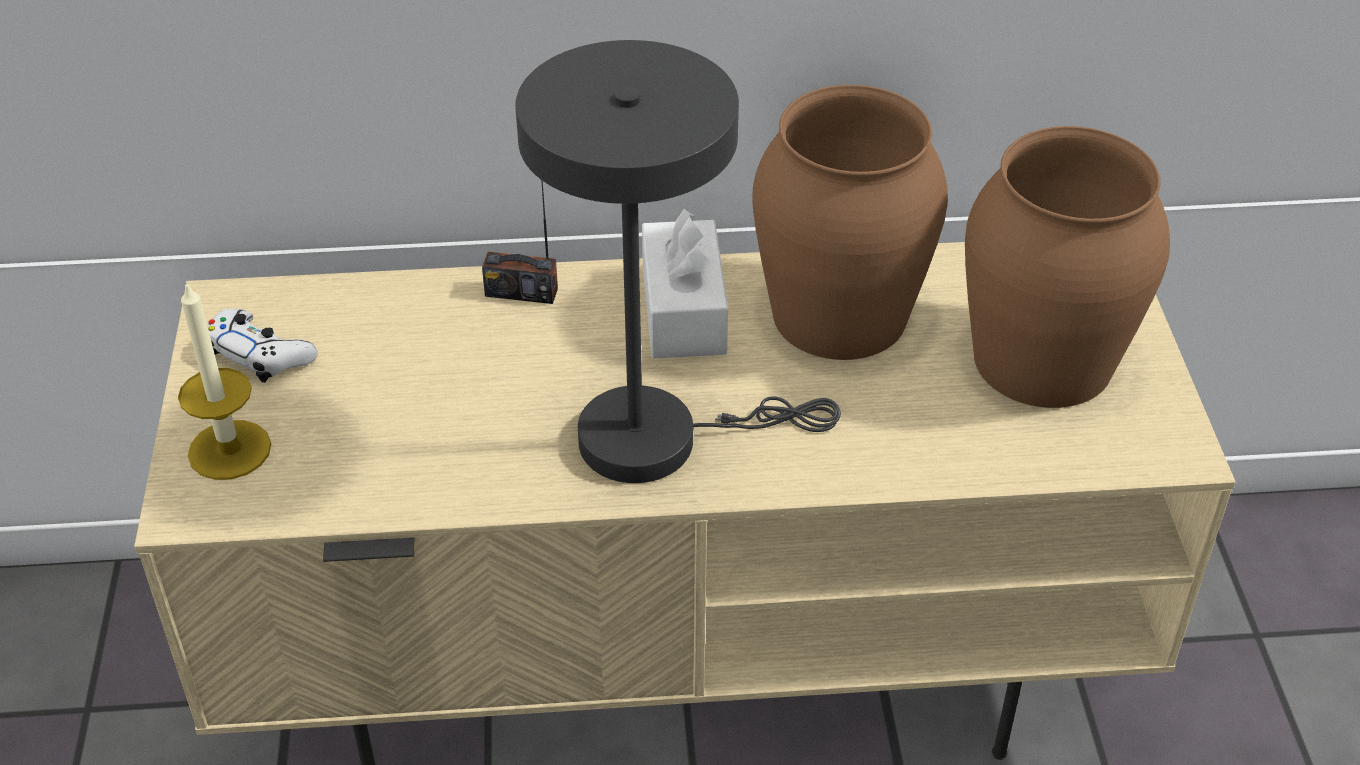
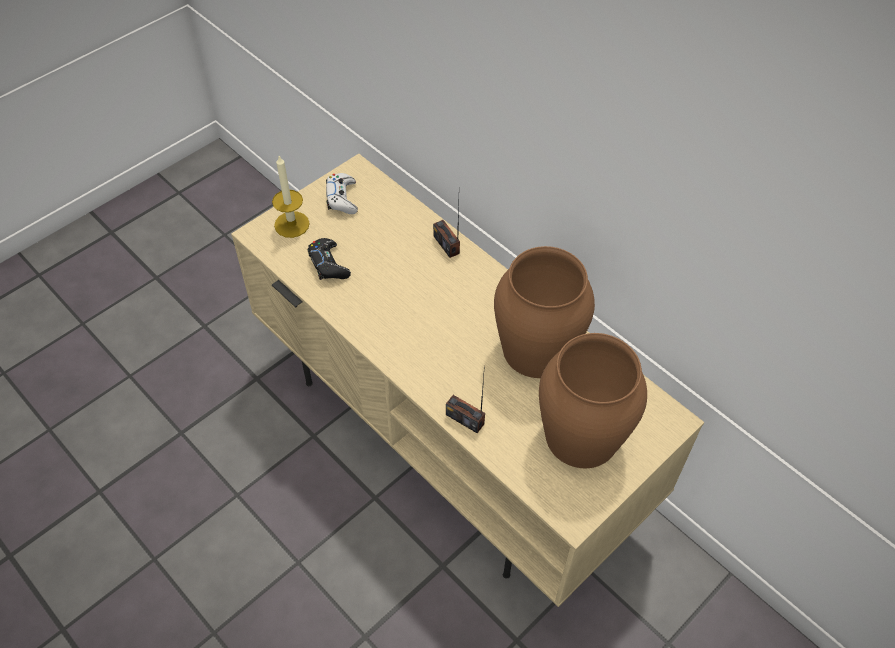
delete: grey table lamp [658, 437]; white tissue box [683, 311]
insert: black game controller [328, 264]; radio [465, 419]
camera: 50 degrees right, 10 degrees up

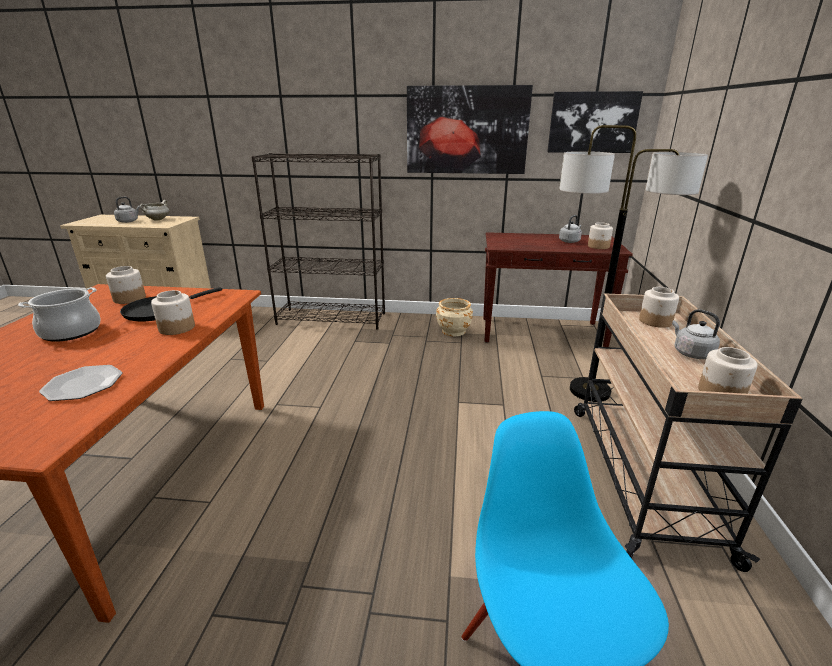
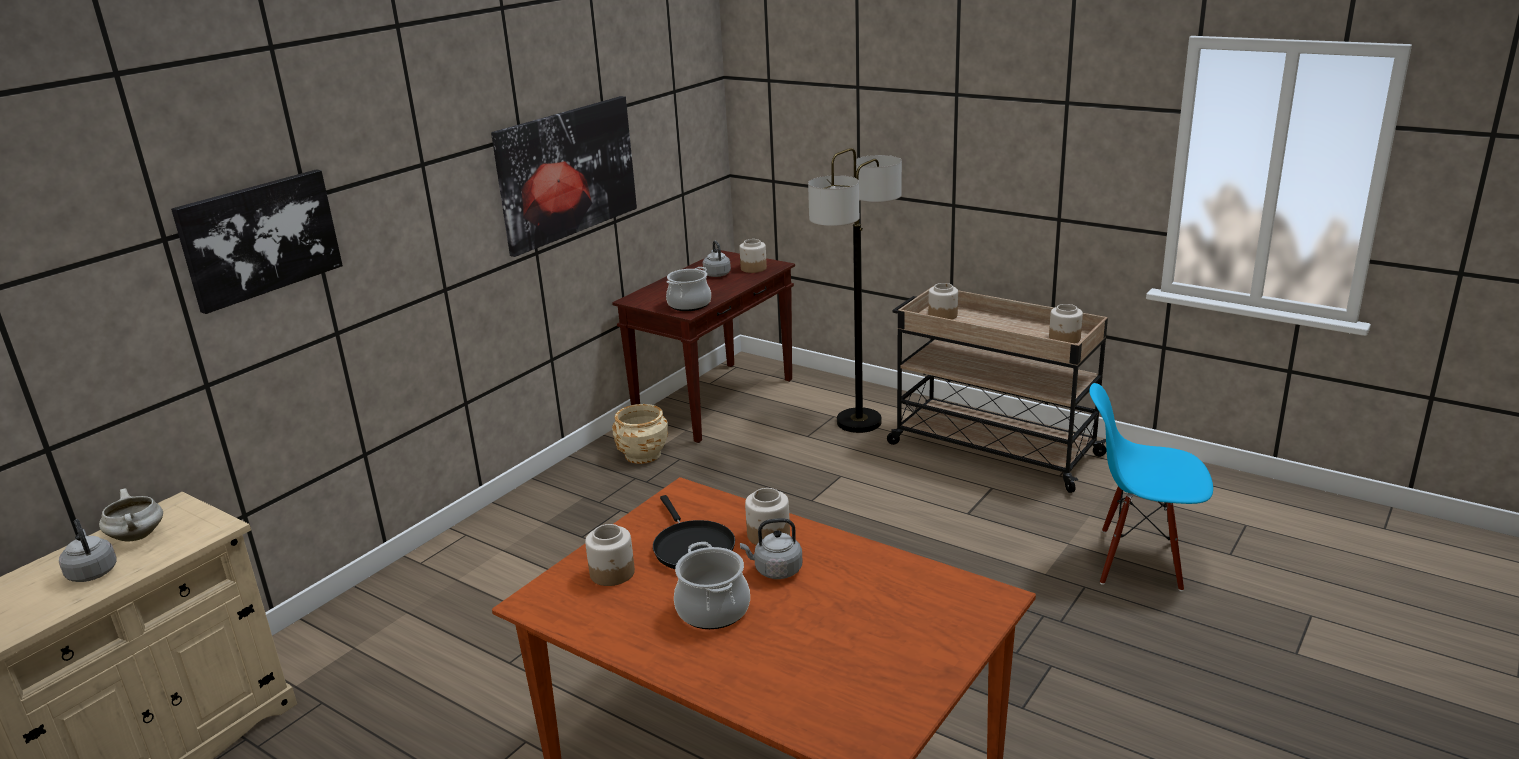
delete: plate [83, 384]; black bookcase [332, 319]
insert: cooking pot [689, 304]
move: picture [592, 122] to [260, 238]; grey kettle [691, 353] to [775, 570]
camera: 60 degrees left, 0 degrees up

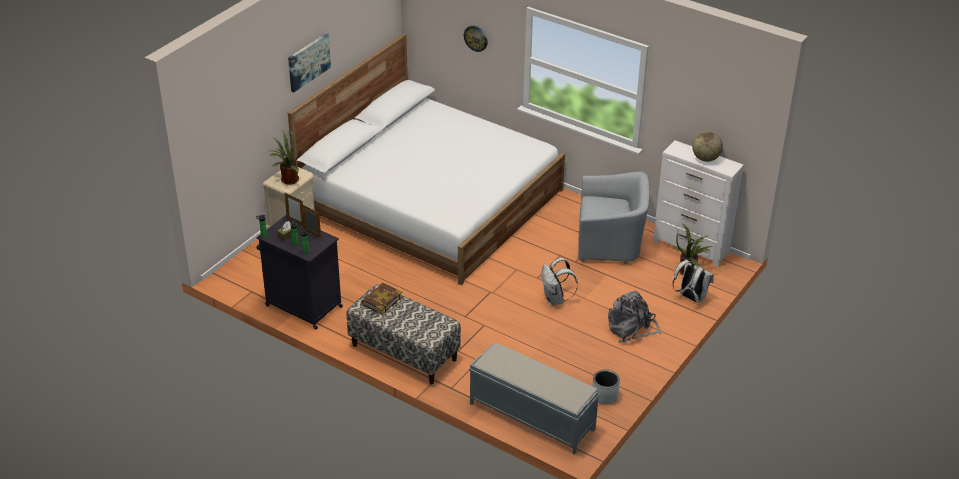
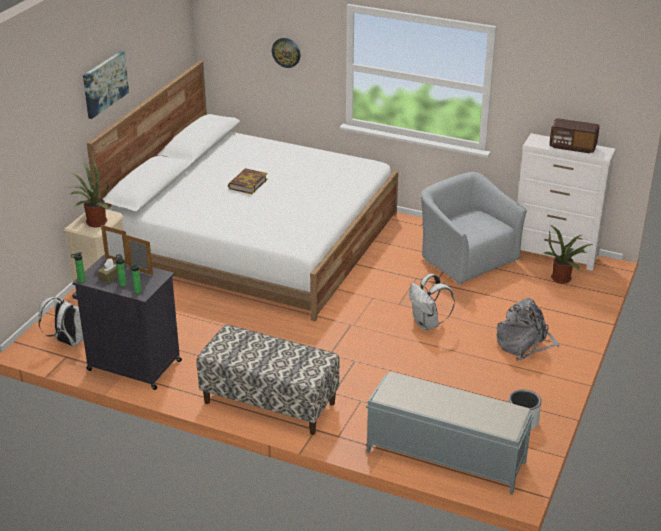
move: book [381, 300] to [247, 184]; white backpack [690, 297] to [68, 342]
replace: globe [706, 158] to radio [572, 147]
rotate: grey armchair [610, 242] = [466, 259] 120 degrees counterclockwise
camera: 10 degrees left, 5 degrees down

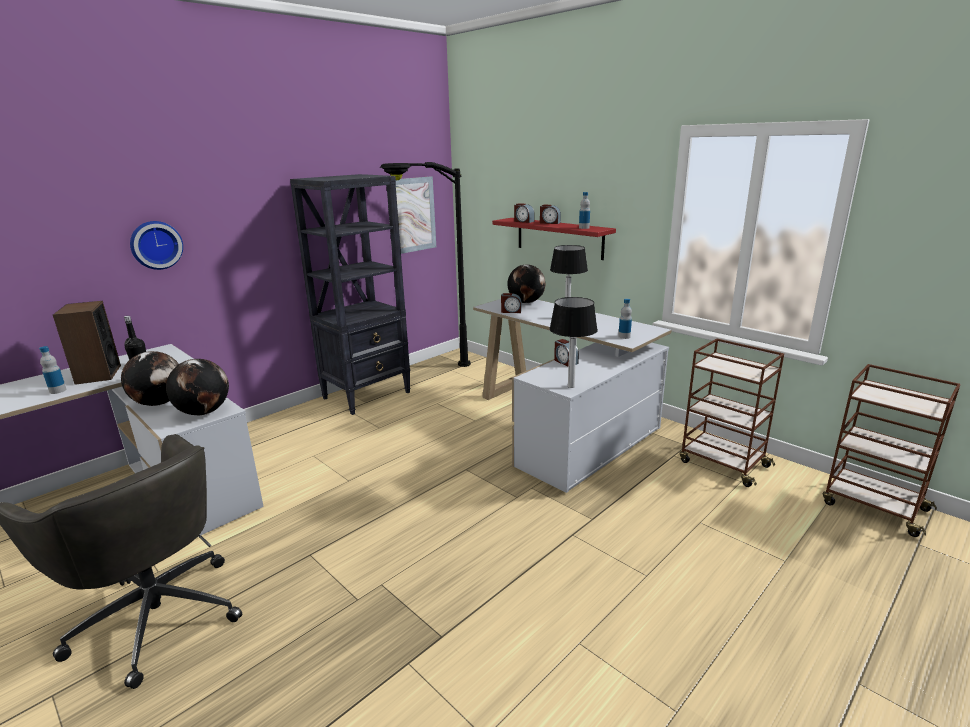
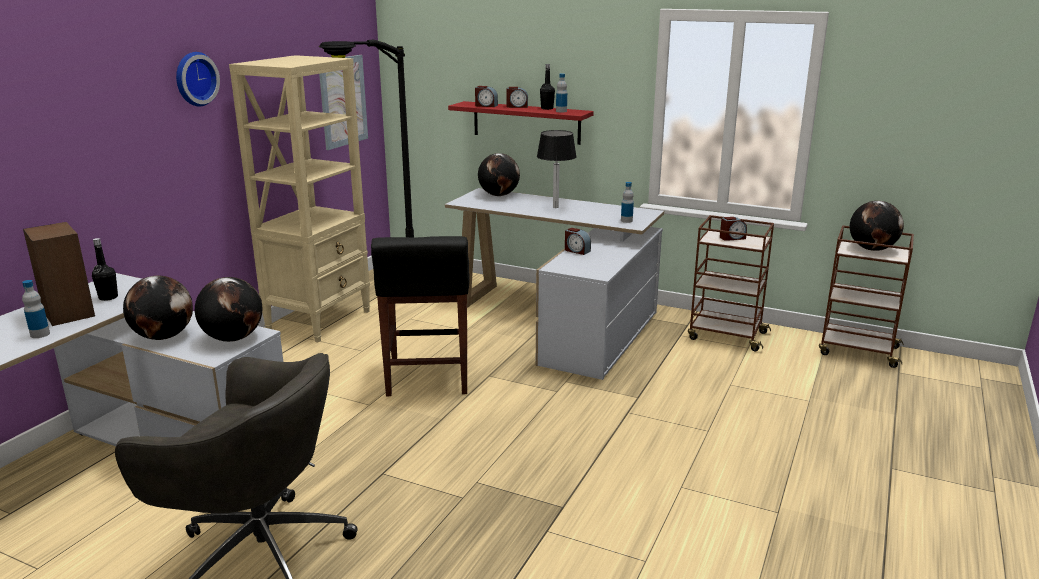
delete: table lamp [571, 386]
insert: black stool [428, 379]; black bottle [547, 108]; globe [872, 249]
move: wall clock [155, 245] to [194, 79]; alarm clock [511, 311] to [732, 238]
recolor: black bookcase [367, 395] to beige bookcase [320, 320]
camera: 20 degrees left, 0 degrees up

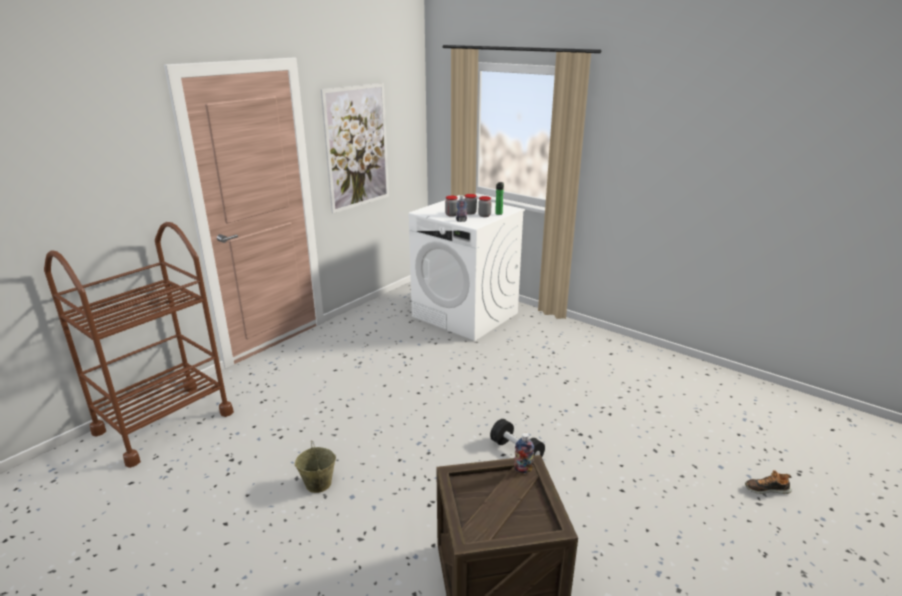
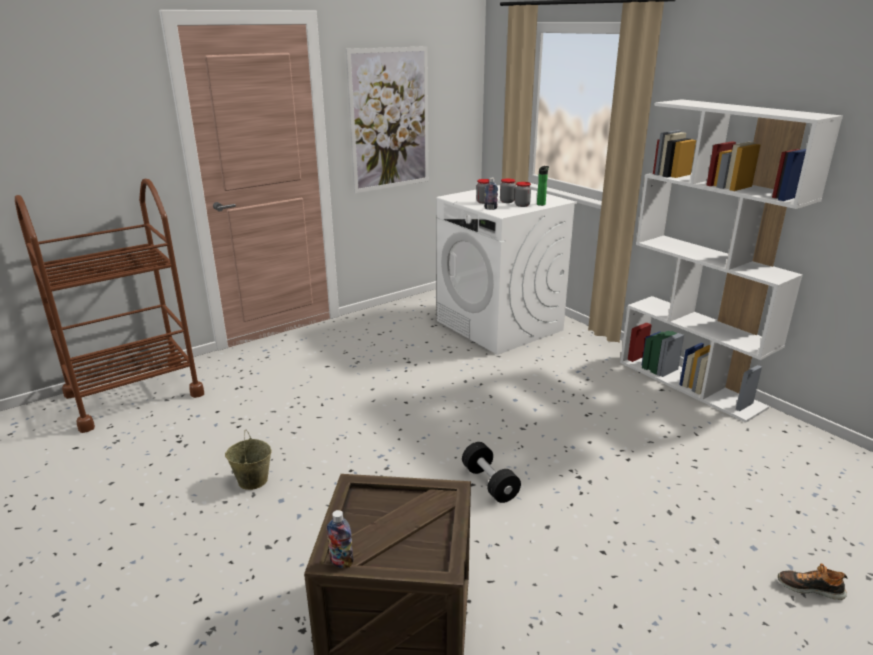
insert: white bookcase [691, 384]
move: bottle [523, 469] to [341, 562]
camera: 15 degrees right, 0 degrees up

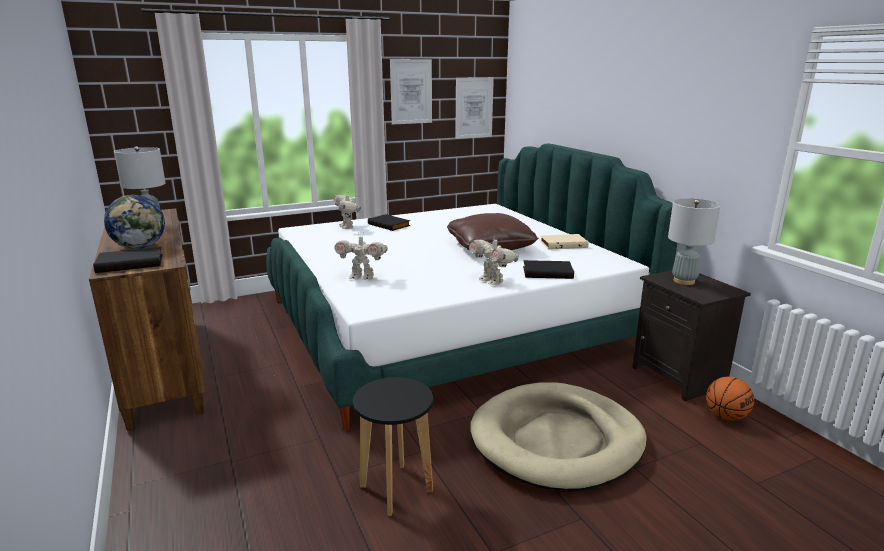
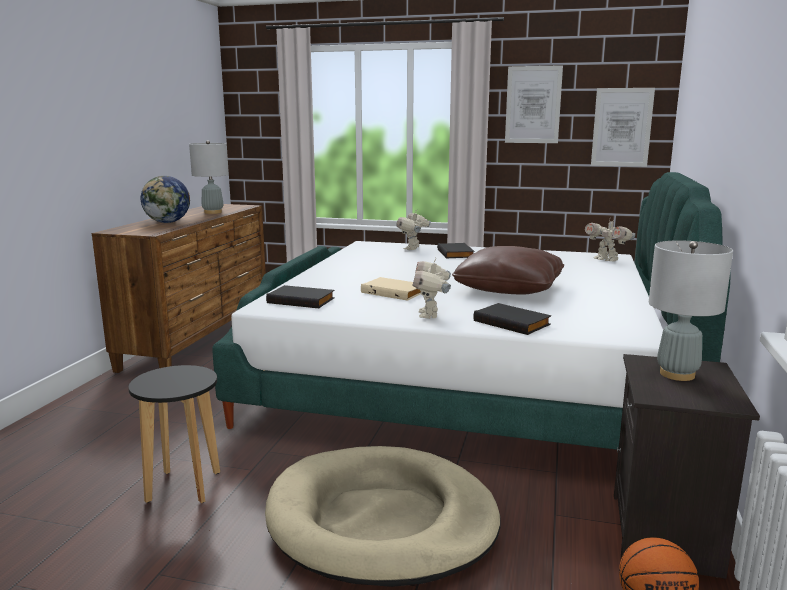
move: black book [131, 263] to [302, 300]; toy robot [362, 277] to [606, 260]; beige book [563, 244] to [394, 292]
camera: 40 degrees right, 5 degrees down

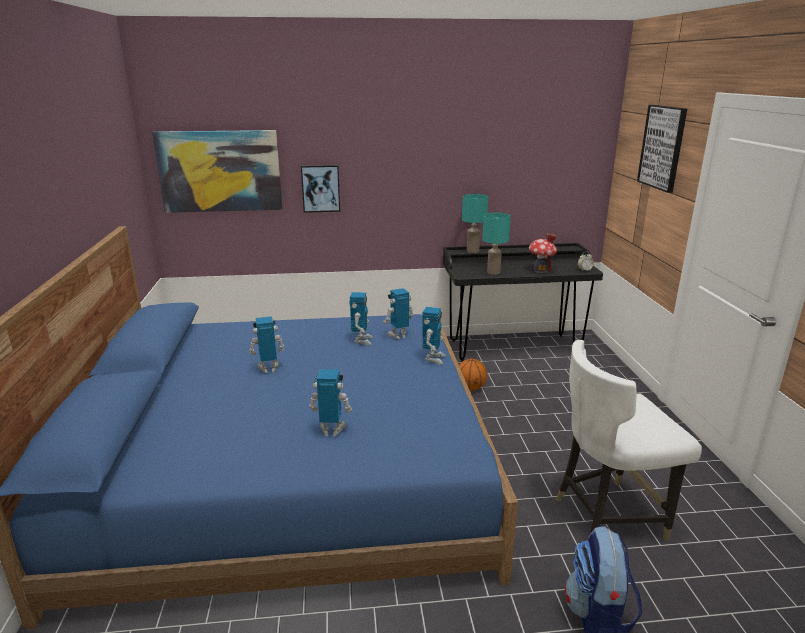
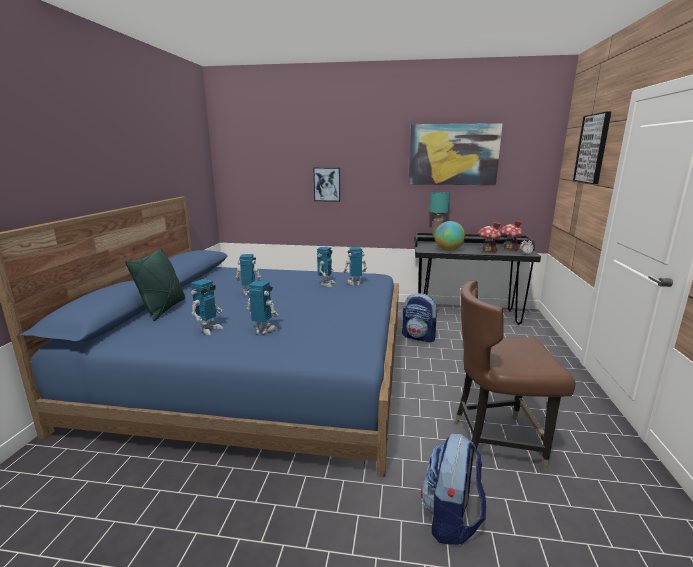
insert: green pillow [163, 309]; toy house [509, 249]
move: picture [220, 171] to [453, 154]; toy robot [433, 358] to [209, 329]
replace: basketball [470, 388] to backpack [419, 337]; turquoise table lamp [494, 272] to globe [448, 250]
recolor: white chair [608, 515] to brown chair [496, 441]
camera: 15 degrees right, 5 degrees down

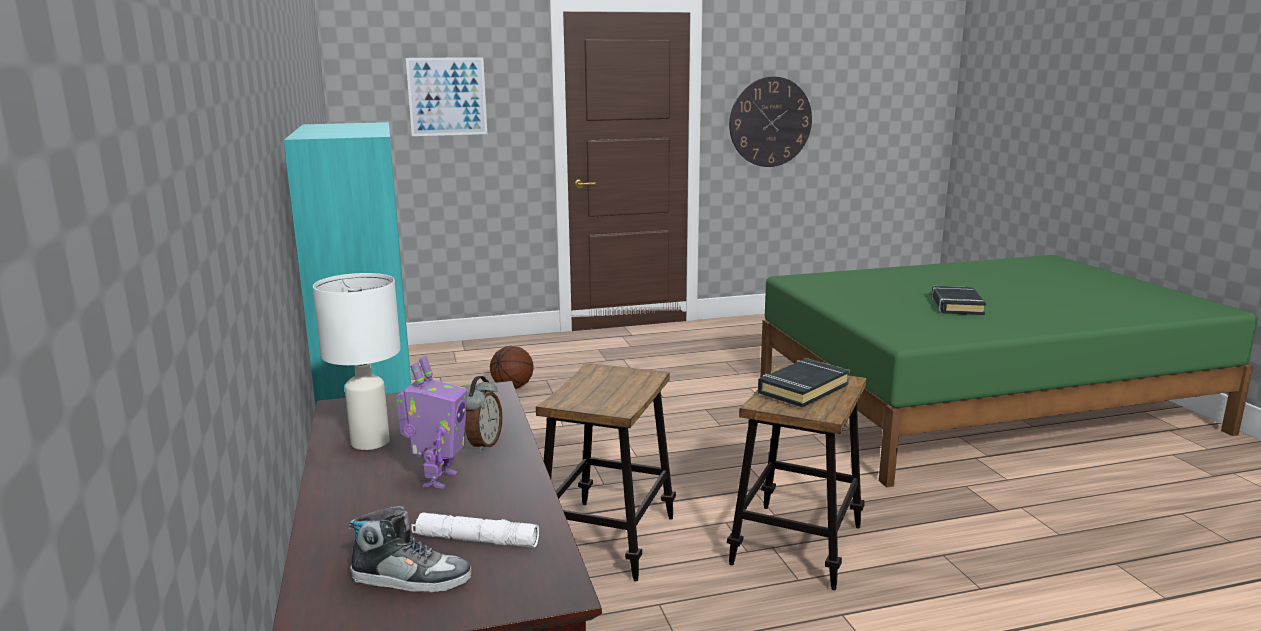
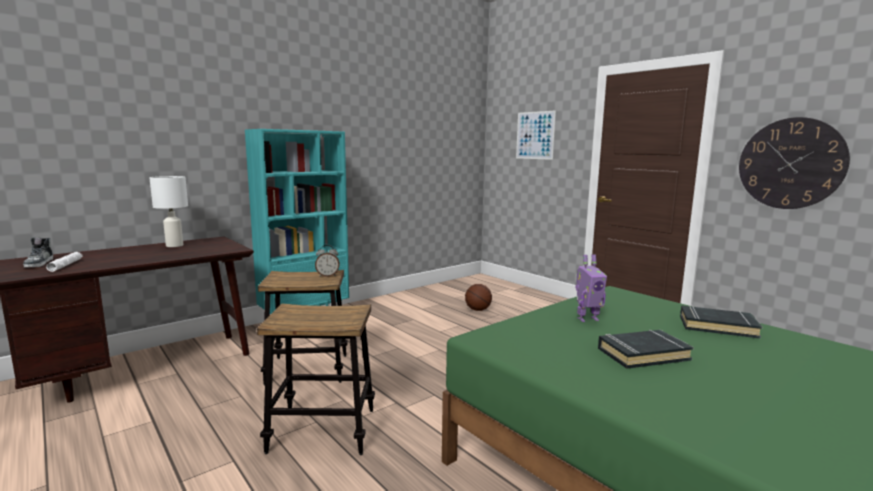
move: toy robot [437, 479] to [587, 319]; alarm clock [483, 444] to [327, 275]; black book [802, 388] to [717, 326]
camera: 65 degrees right, 5 degrees down

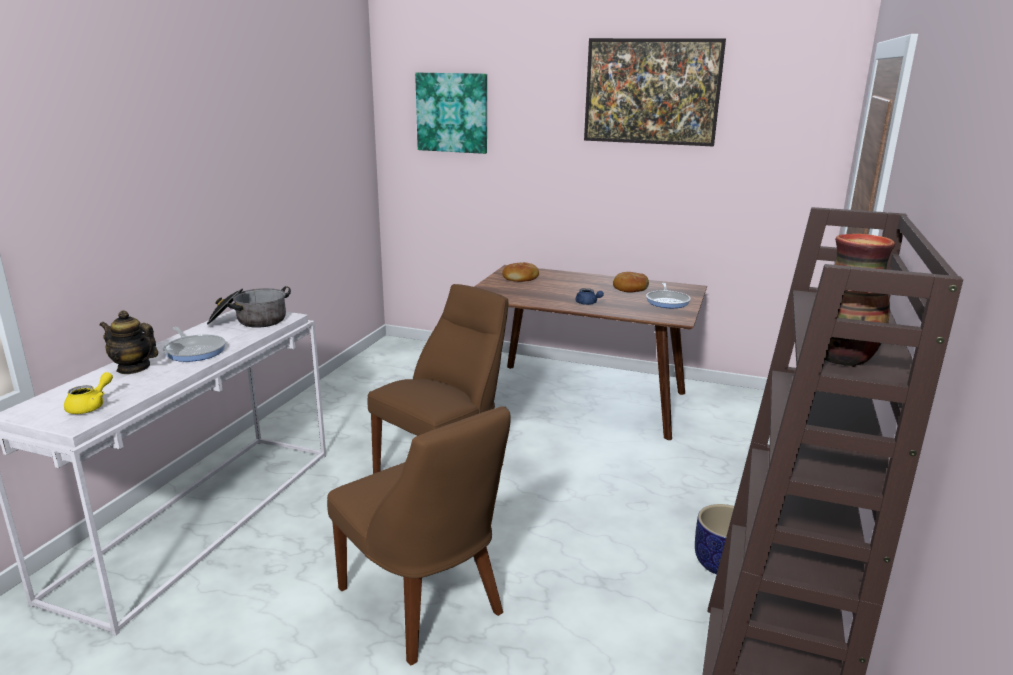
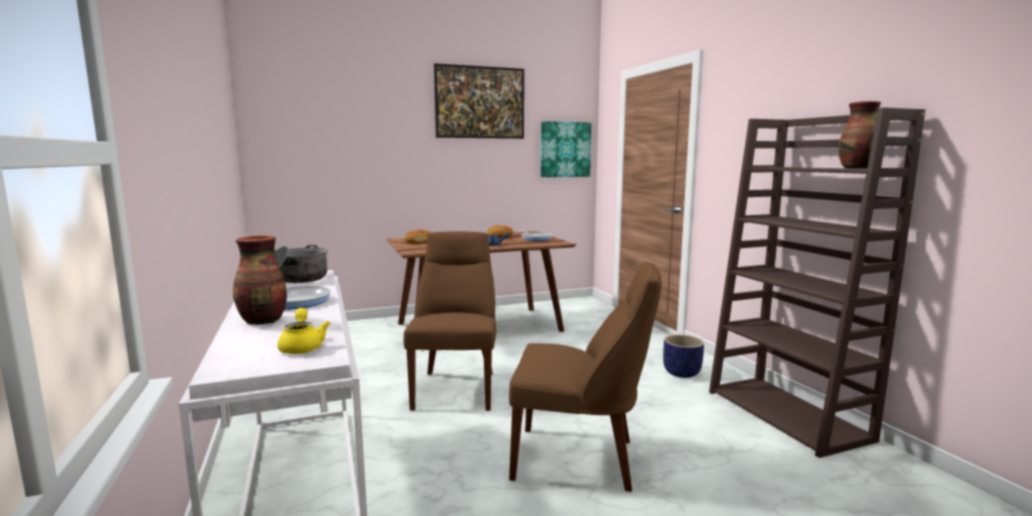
move: picture [452, 112] to [565, 149]
replace: teapot [133, 368] to vase [263, 321]
camera: 40 degrees left, 10 degrees down

